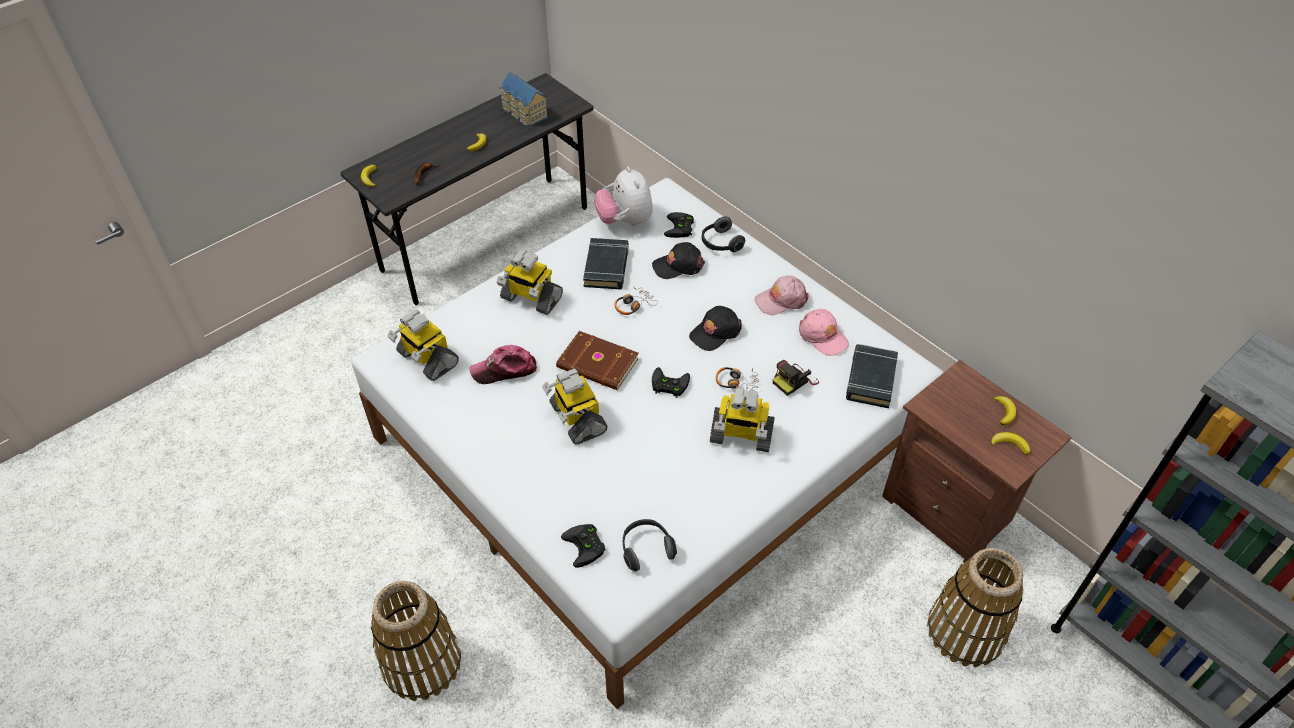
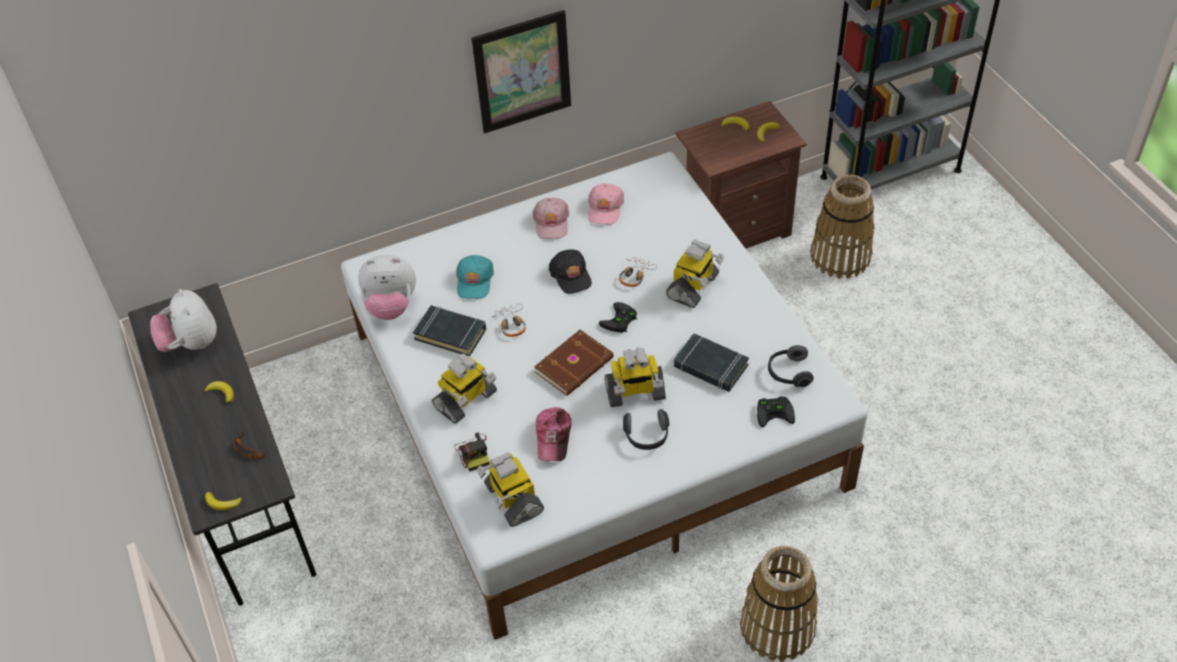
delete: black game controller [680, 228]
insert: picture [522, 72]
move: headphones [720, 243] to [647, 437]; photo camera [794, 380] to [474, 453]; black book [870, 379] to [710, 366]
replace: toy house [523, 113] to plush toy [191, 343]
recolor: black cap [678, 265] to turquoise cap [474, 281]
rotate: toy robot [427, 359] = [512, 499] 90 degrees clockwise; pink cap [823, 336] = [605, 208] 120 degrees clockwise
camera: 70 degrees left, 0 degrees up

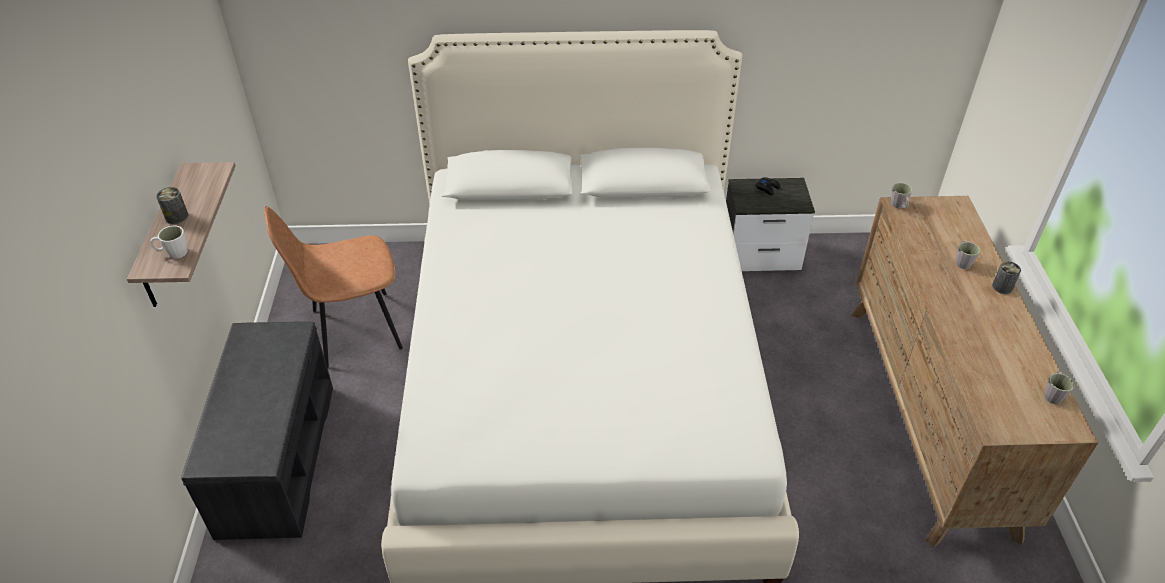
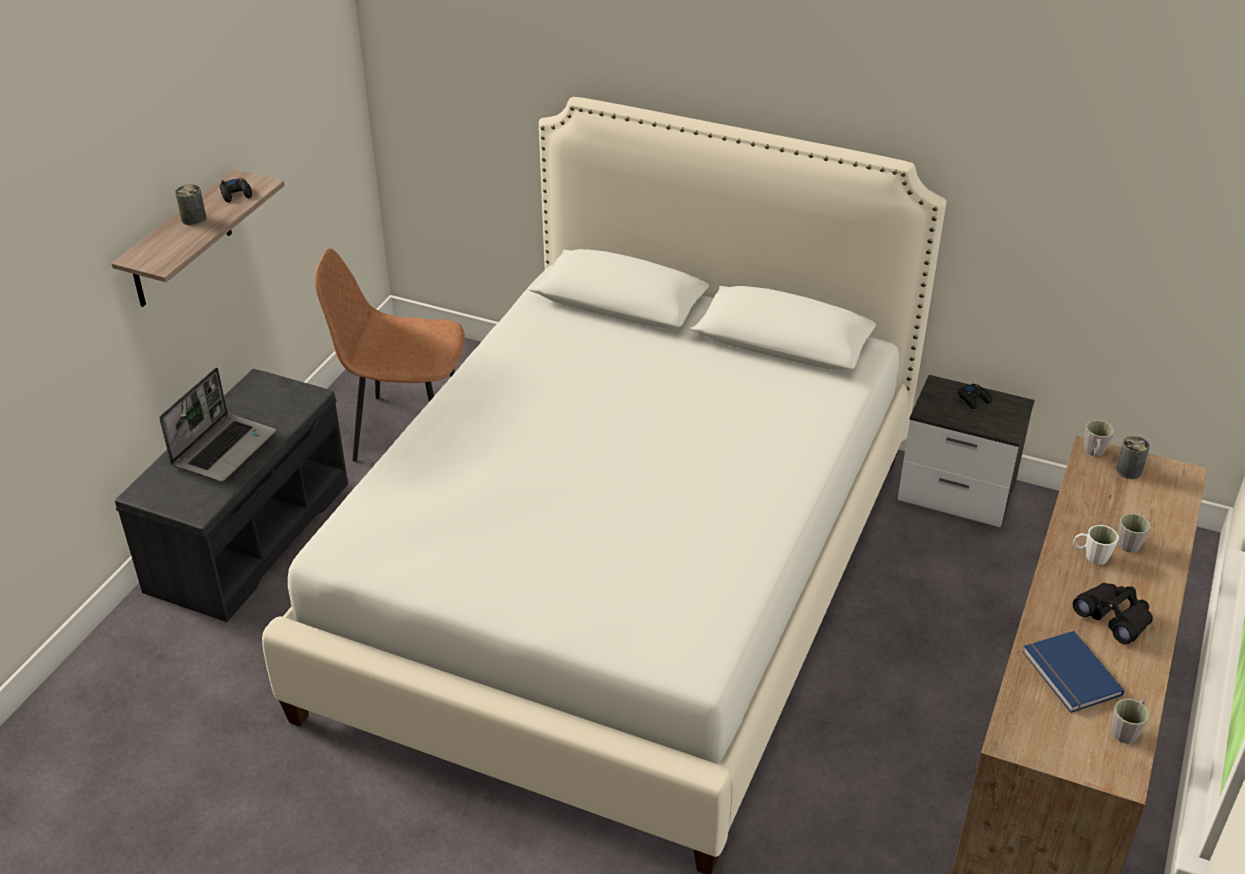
insert: laptop [224, 448]; black game controller [236, 194]; blue book [1069, 675]; black binoculars [1114, 617]
move: white mug [173, 253] to [1091, 556]; can [1002, 287] to [1128, 470]
camera: 25 degrees right, 5 degrees down

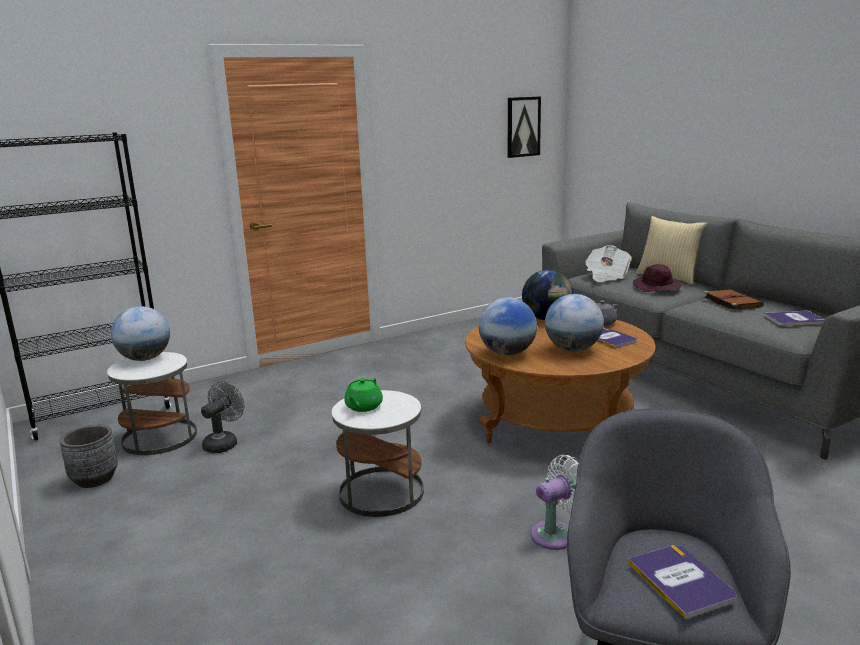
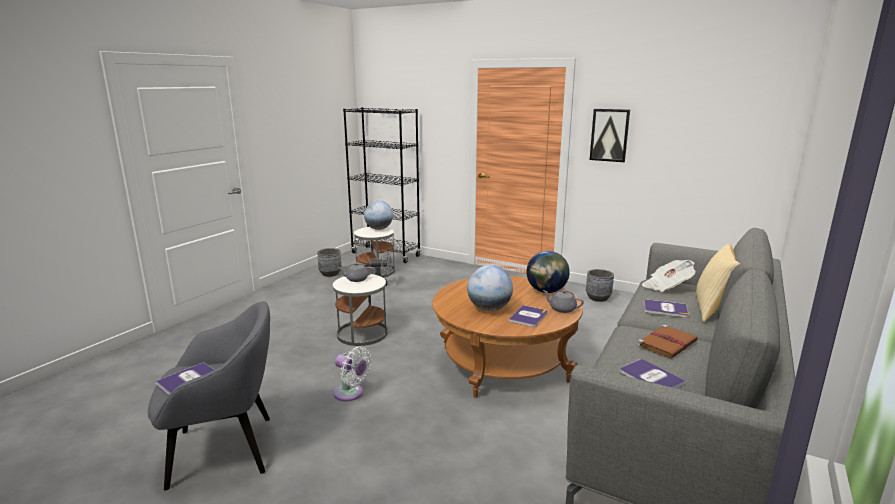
delete: globe [507, 353]
insert: grey planter [598, 298]
move: picture [523, 127] to [609, 135]
replace: purple hat [657, 287] to book [665, 309]
recolor: green teapot [363, 407] to grey teapot [356, 279]
camera: 60 degrees right, 0 degrees up

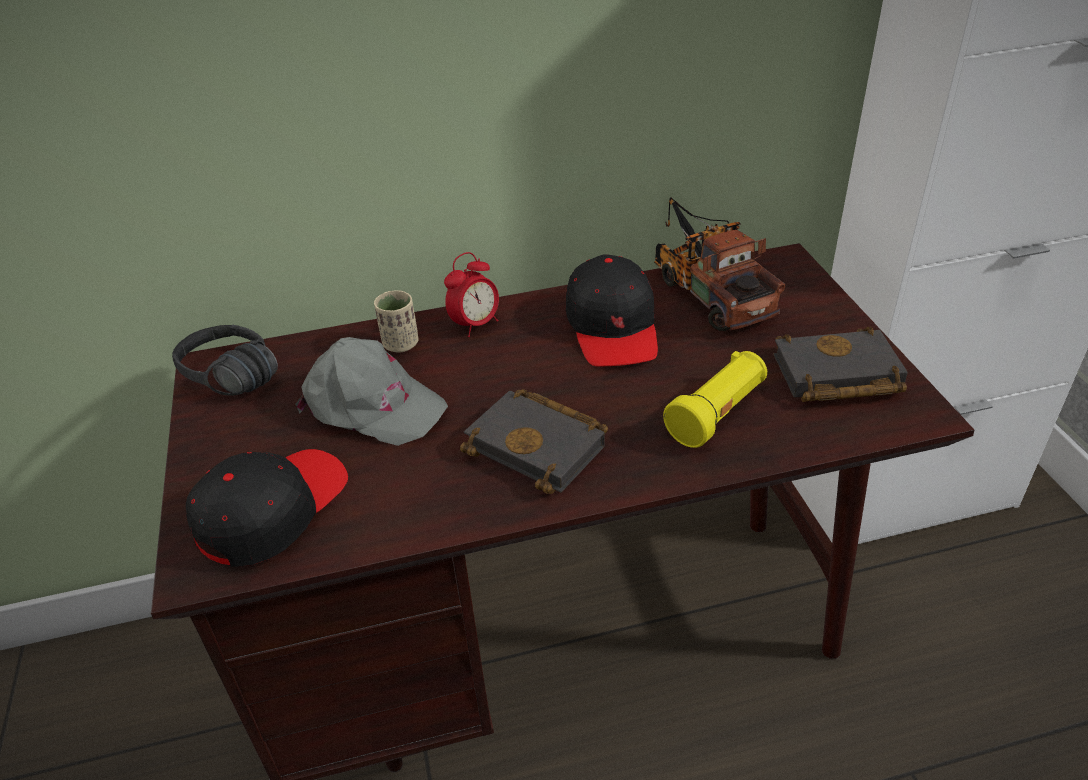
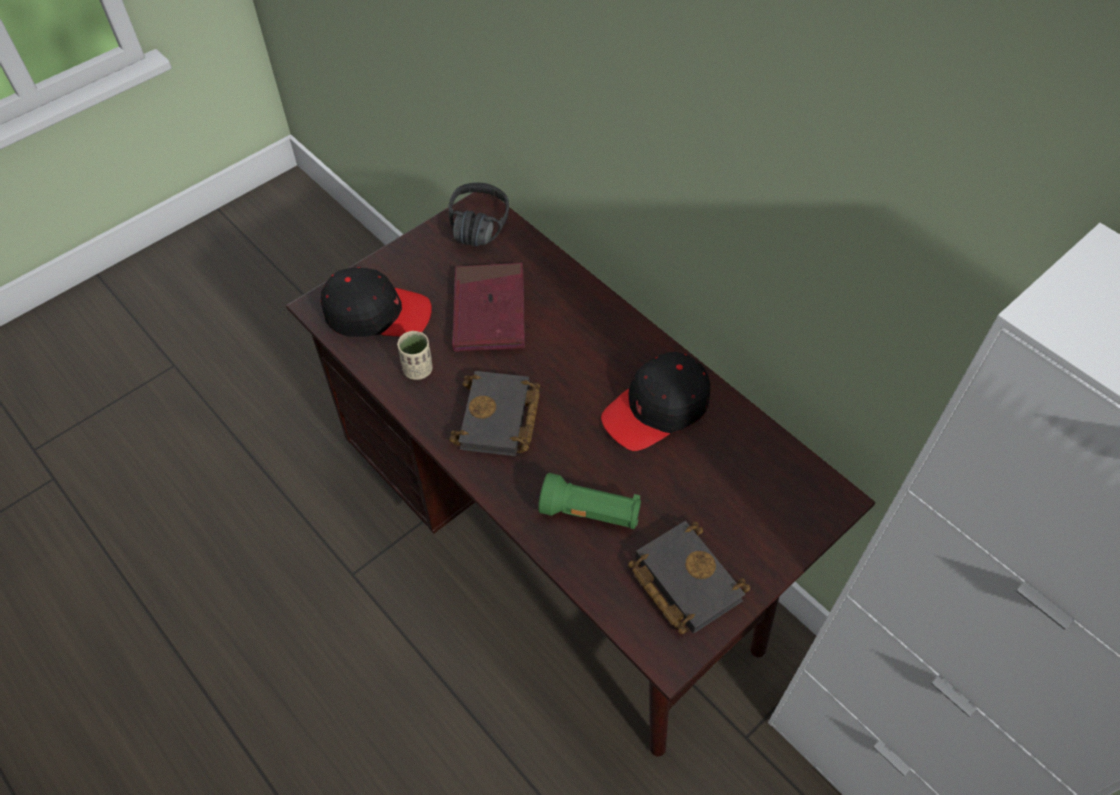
delete: alarm clock [475, 325]; toy truck [708, 291]
move: beige cup [401, 344] to [418, 369]
replace: grey cap [372, 405] to red book [489, 311]
recolor: yellow flashlight [717, 413] to green flashlight [590, 513]
camera: 60 degrees right, 15 degrees up

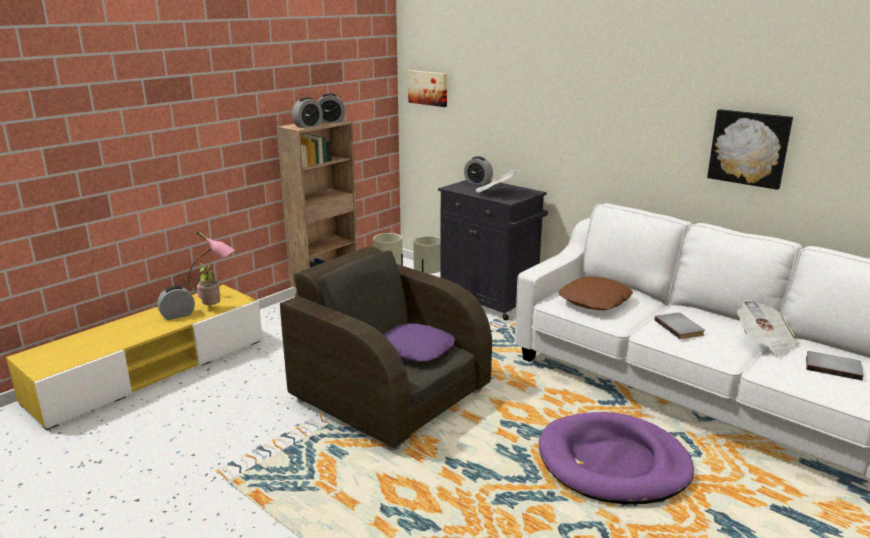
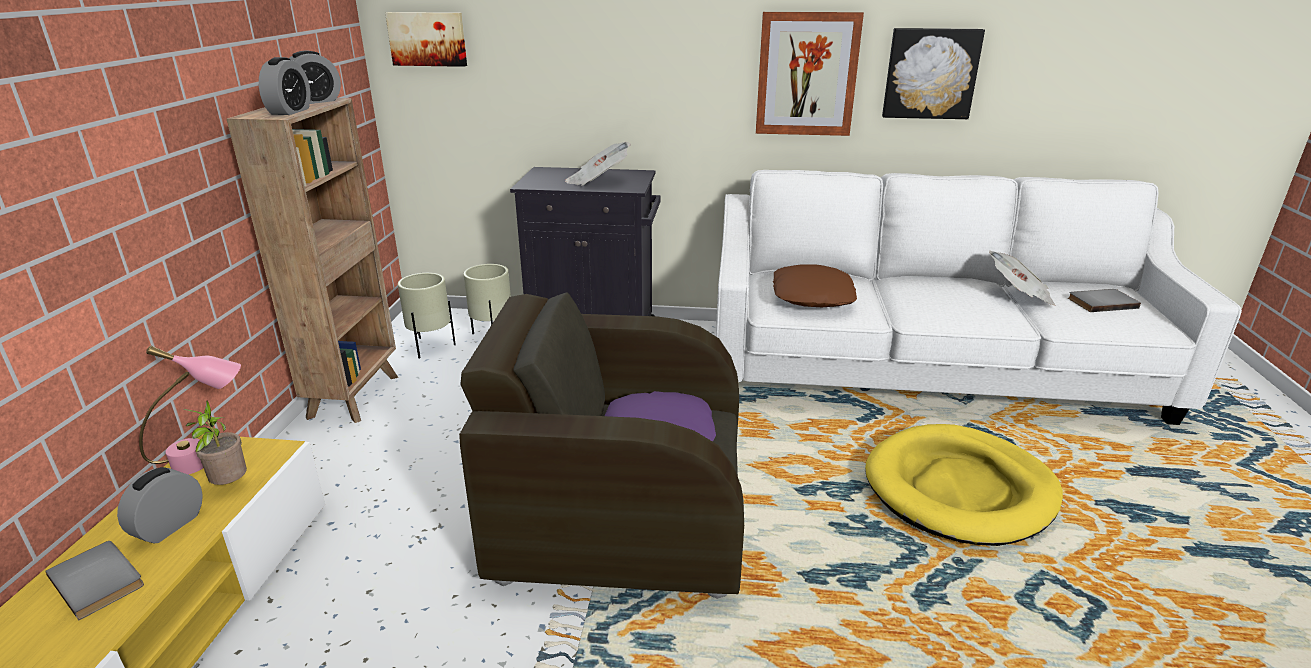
delete: alarm clock [478, 182]
insert: picture [807, 74]
move: grey book [680, 327] to [100, 580]
recolor: purple dog bed [613, 463] to yellow dog bed [960, 489]
camera: 35 degrees left, 5 degrees up

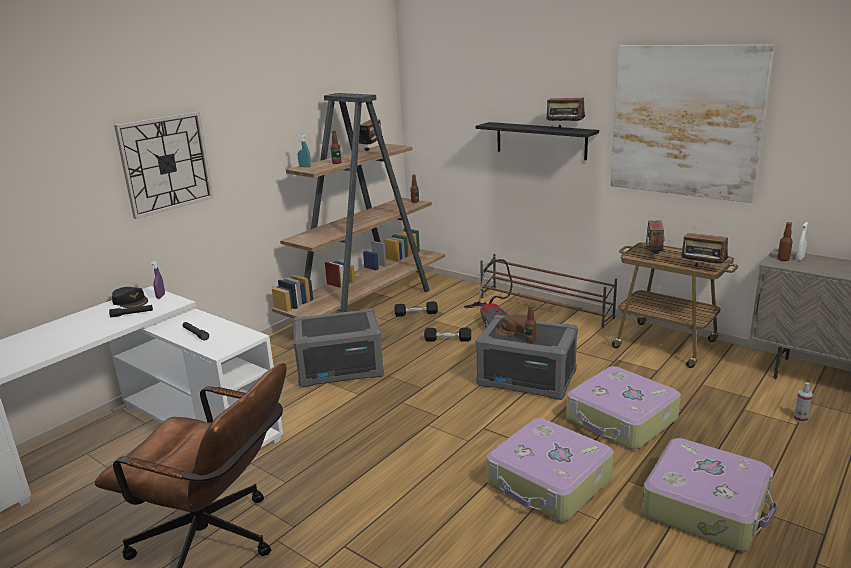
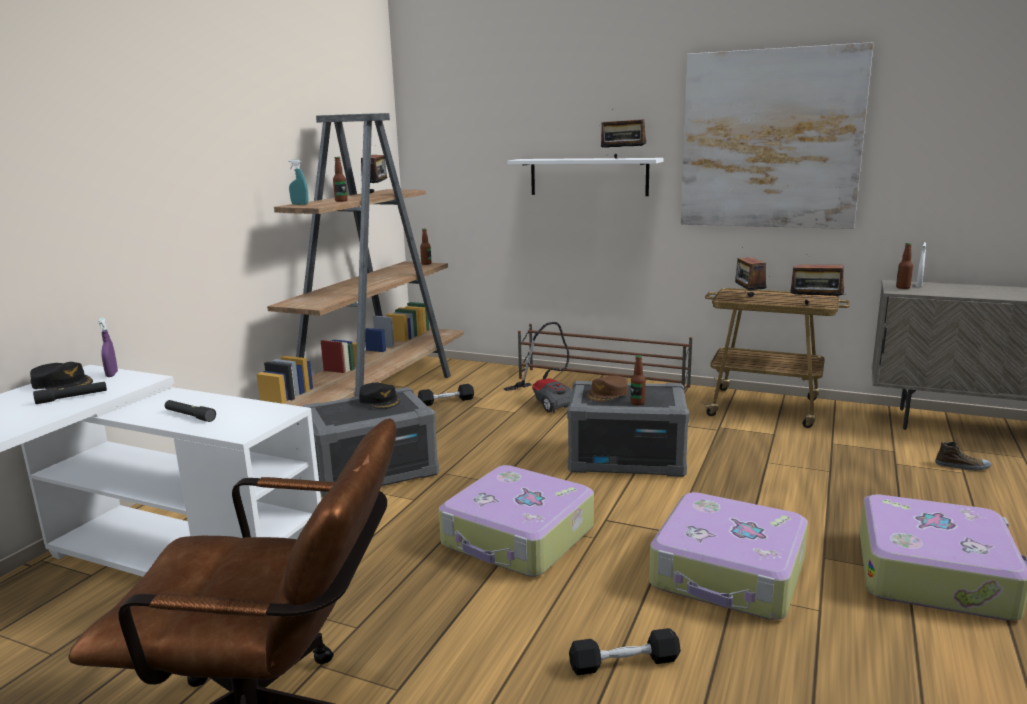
delete: wall clock [166, 163]
insert: black cap [380, 400]
move: black dumbbell [448, 340] to [624, 663]; suitcase [621, 420] to [518, 538]
replace: spray bottle [800, 419] to shoe [962, 466]
recolor: black shelf [540, 140] to white shelf [588, 177]
camera: 15 degrees left, 5 degrees down

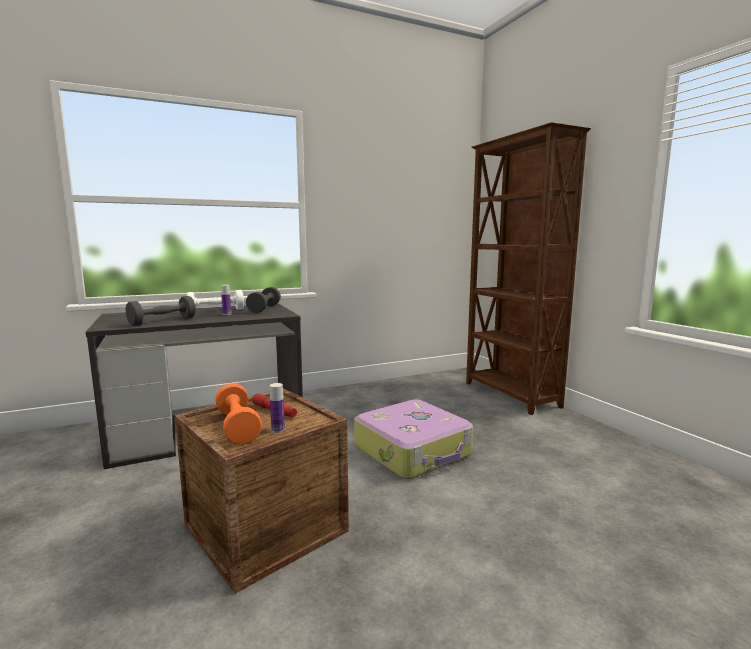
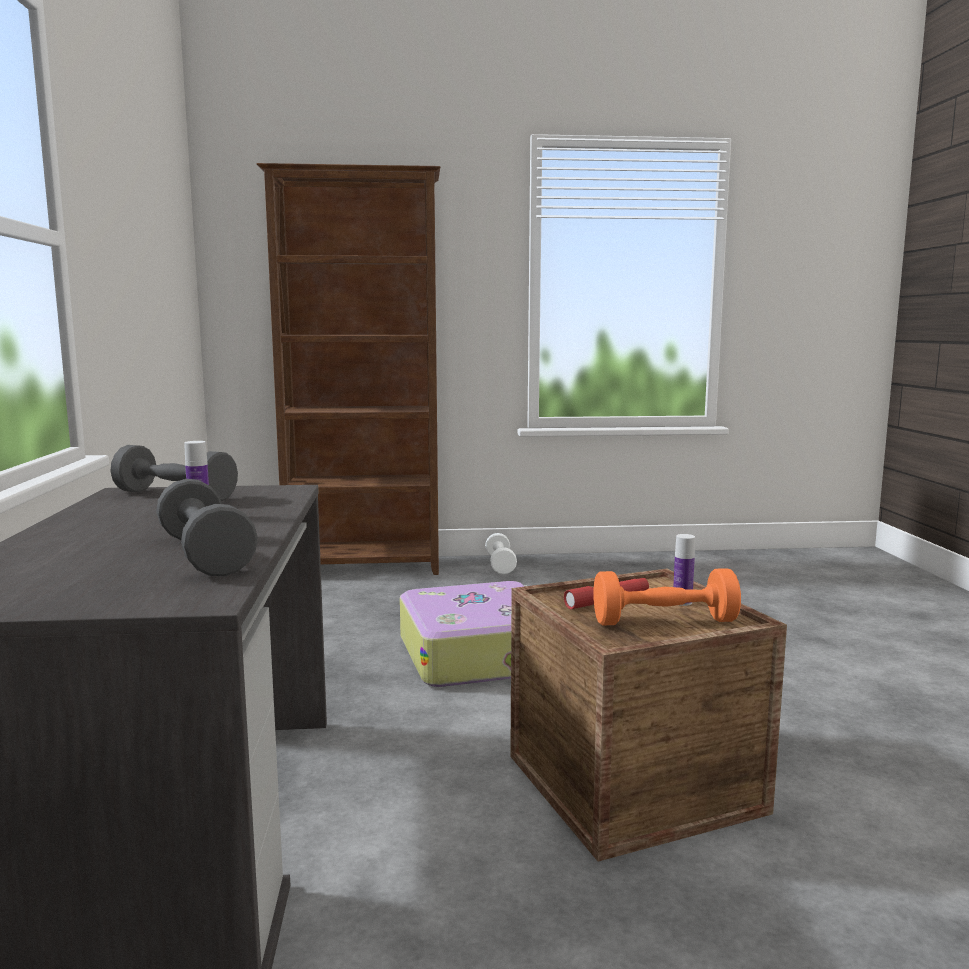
move: white dumbbell [216, 311] to [500, 565]
camera: 70 degrees left, 0 degrees up

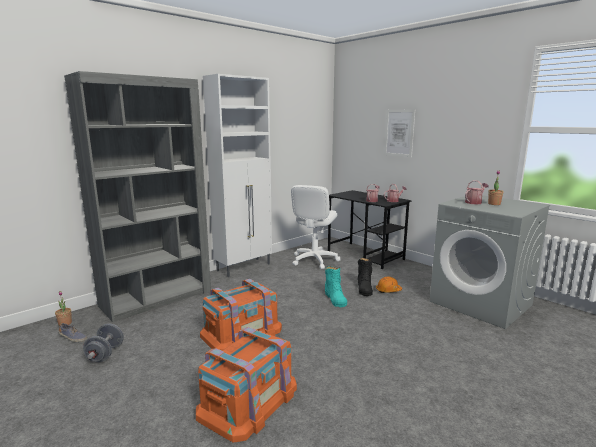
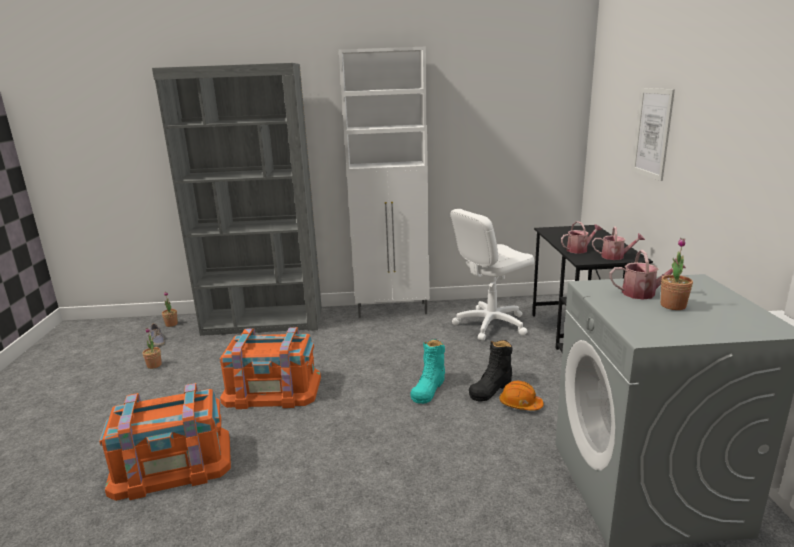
replace: grey dumbbell [105, 354] to potted plant [154, 365]
camera: 40 degrees right, 5 degrees up

